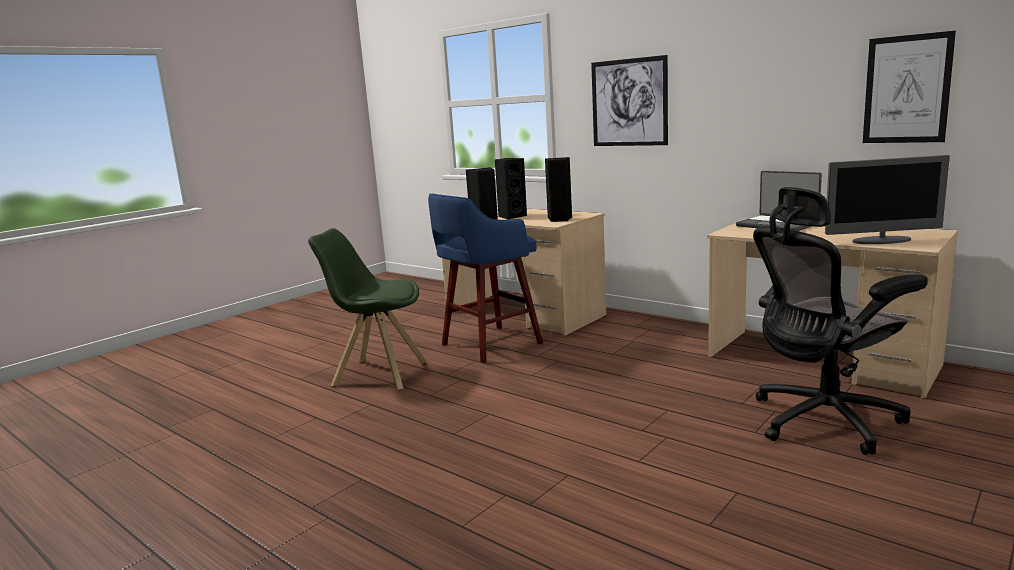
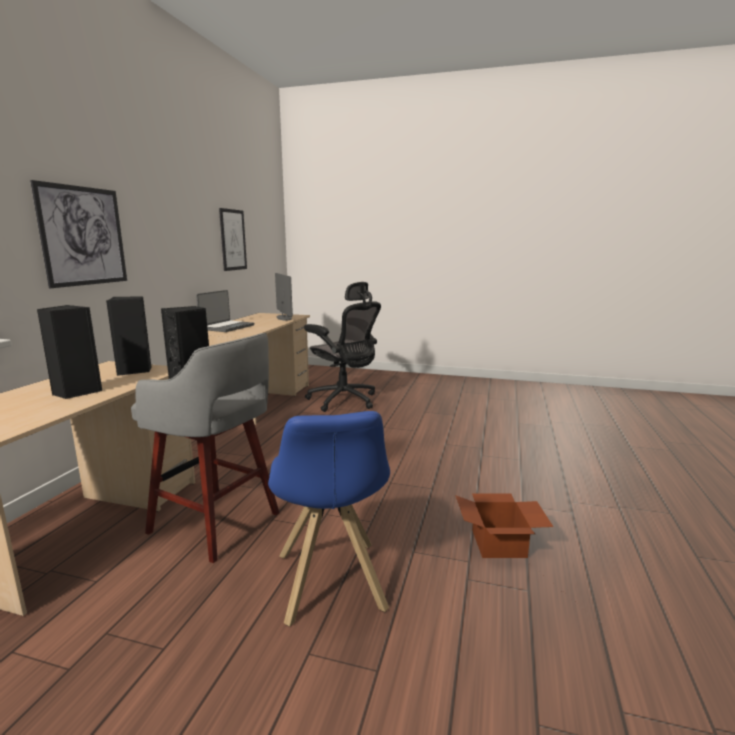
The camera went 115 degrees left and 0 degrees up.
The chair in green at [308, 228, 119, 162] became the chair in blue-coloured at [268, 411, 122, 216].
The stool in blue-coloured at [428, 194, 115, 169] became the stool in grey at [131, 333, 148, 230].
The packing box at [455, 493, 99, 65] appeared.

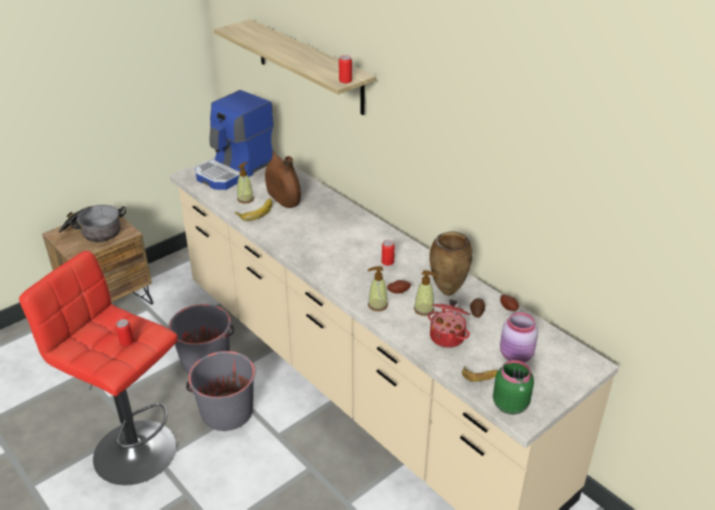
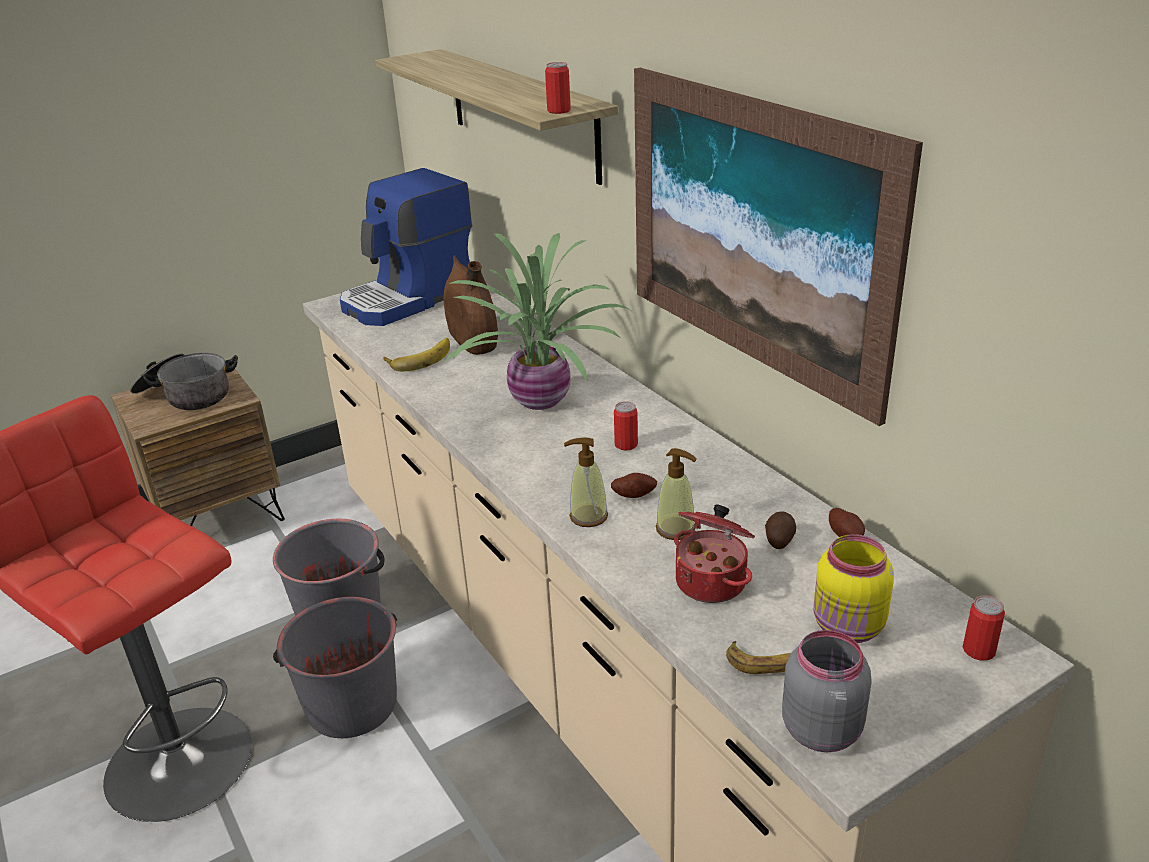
The camera went 10 degrees right and 5 degrees down.
The sealed can moved from [116, 319, 18, 28] to [963, 595, 42, 66].
The soap dispenser at [237, 162, 17, 41] disappeared.
The flower vase in brown-coloured at [429, 231, 44, 65] disappeared.
The preserve jar in green at [493, 360, 41, 55] became the preserve jar in grey at [782, 630, 90, 122].
The preserve jar in pink at [500, 312, 38, 50] became the preserve jar in yellow-coloured at [813, 534, 81, 109].
The plant in a pot at [444, 233, 187, 177] appeared.
The picture at [634, 68, 289, 358] appeared.

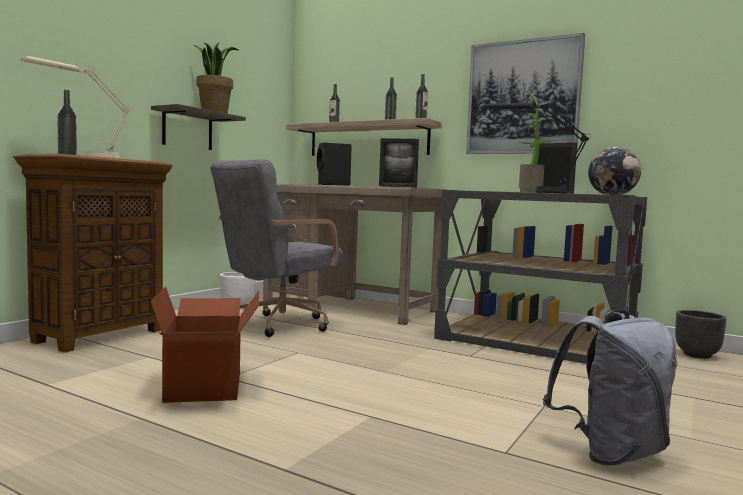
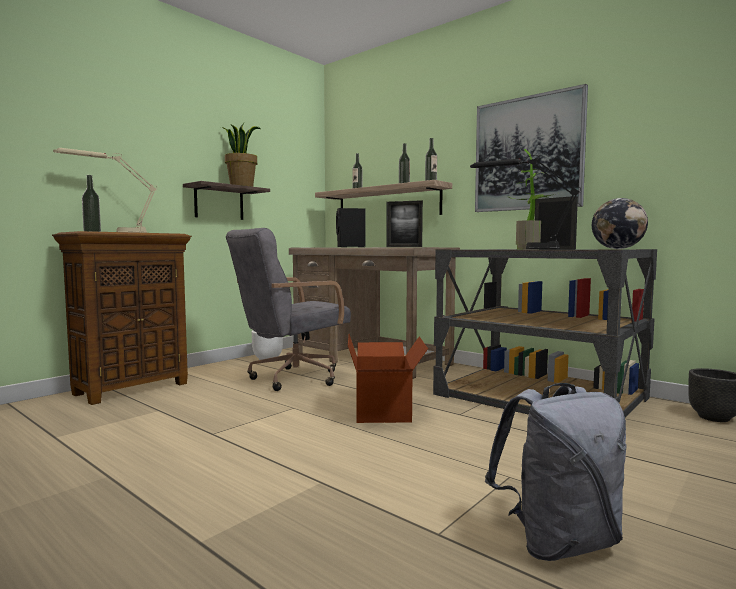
The camera went 10 degrees right and 0 degrees up.
The packing box moved from [151, 287, 108, 116] to [348, 334, 80, 89].

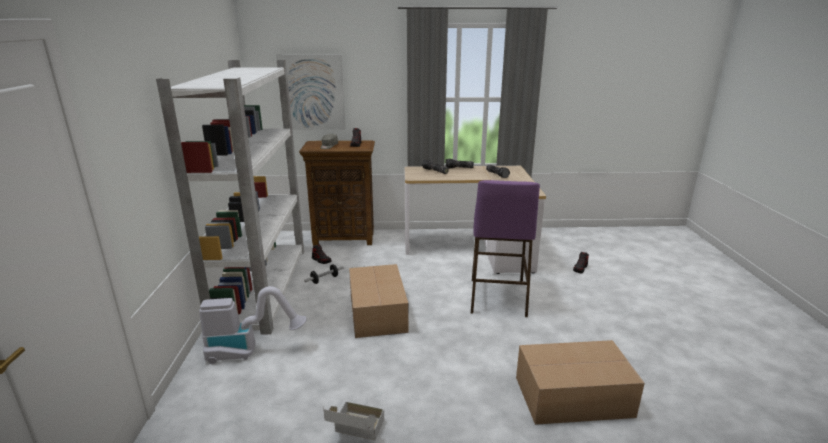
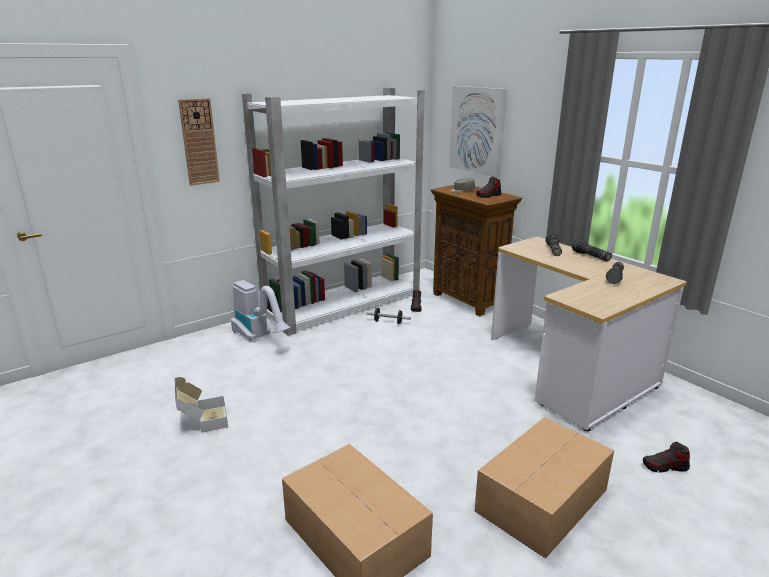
The camera went 55 degrees right and 0 degrees up.
The packing box moved from [349, 264, 60, 74] to [475, 417, 139, 142].
The stool in purplish at [471, 180, 69, 137] disappeared.
The clock on the wall at [178, 98, 42, 88] appeared.

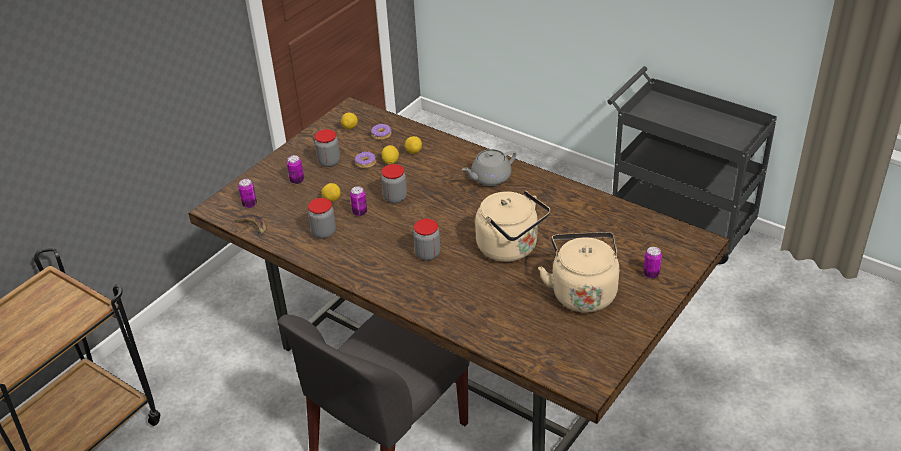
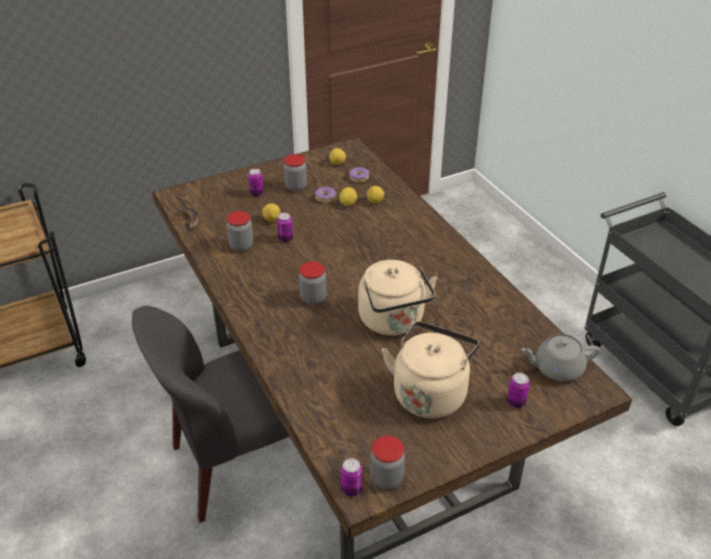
The camera went 25 degrees right and 0 degrees up.
The sealed can moved from [238, 179, 19, 29] to [341, 458, 21, 39].
The preserve jar moved from [381, 164, 26, 40] to [370, 436, 35, 53].
The pot for tea in grey moved from [462, 149, 55, 37] to [521, 334, 79, 47].

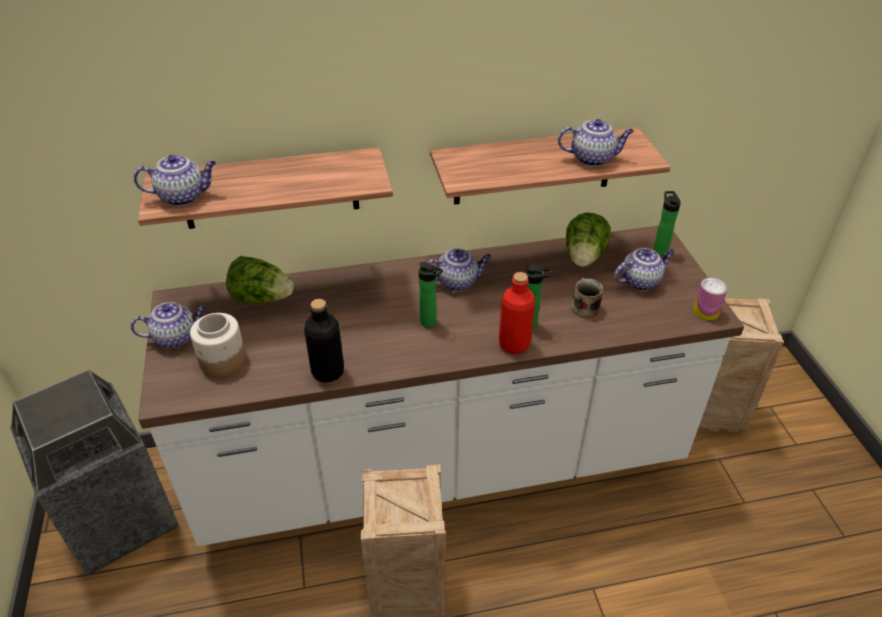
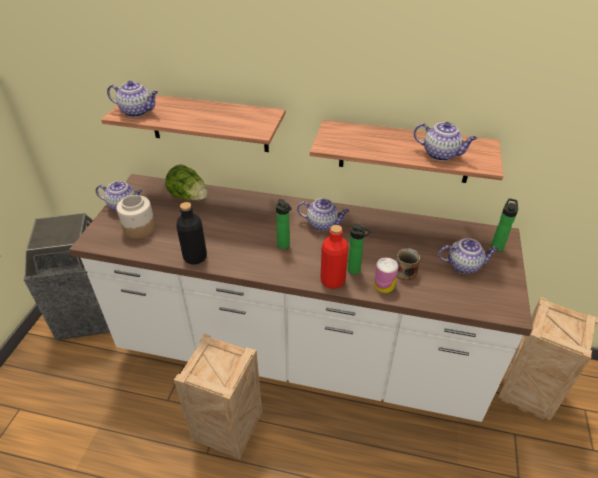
The camera went 25 degrees right and 0 degrees up.
The head of lettuce at [566, 213, 45, 54] disappeared.
The sealed can moved from [693, 278, 35, 42] to [374, 258, 25, 35].

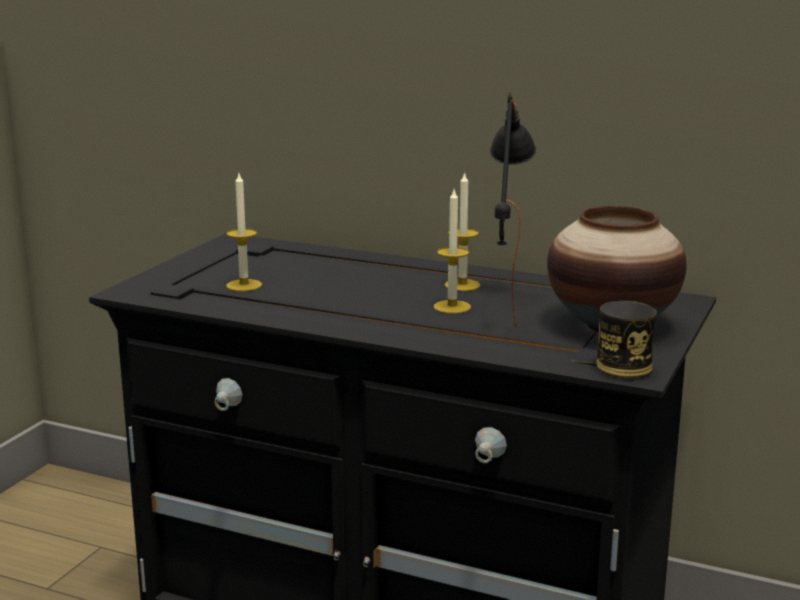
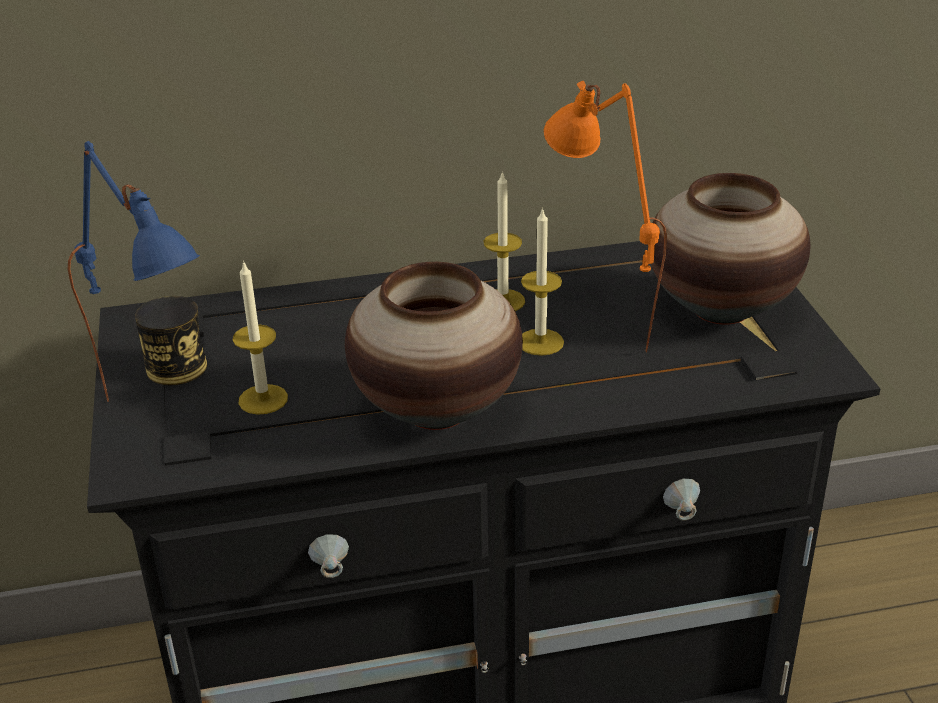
The camera went 35 degrees left and 15 degrees up.
The lamp for a table in black at [490, 92, 46, 237] became the lamp for a table in orangey at [544, 81, 123, 272].
The sealed can moved from [596, 301, 61, 77] to [135, 296, 72, 90].
The lamp for a table in blue-coloured at [68, 141, 132, 261] appeared.
The flower vase at [345, 262, 178, 168] appeared.

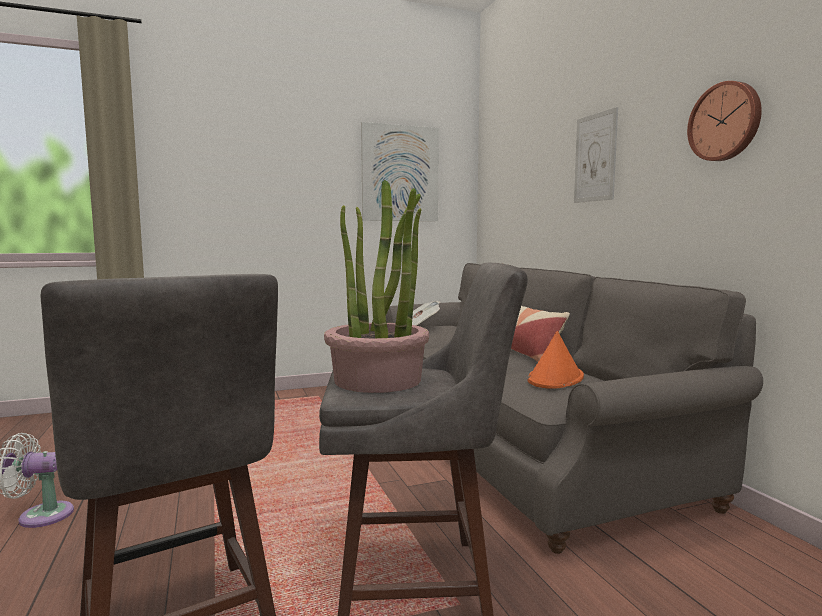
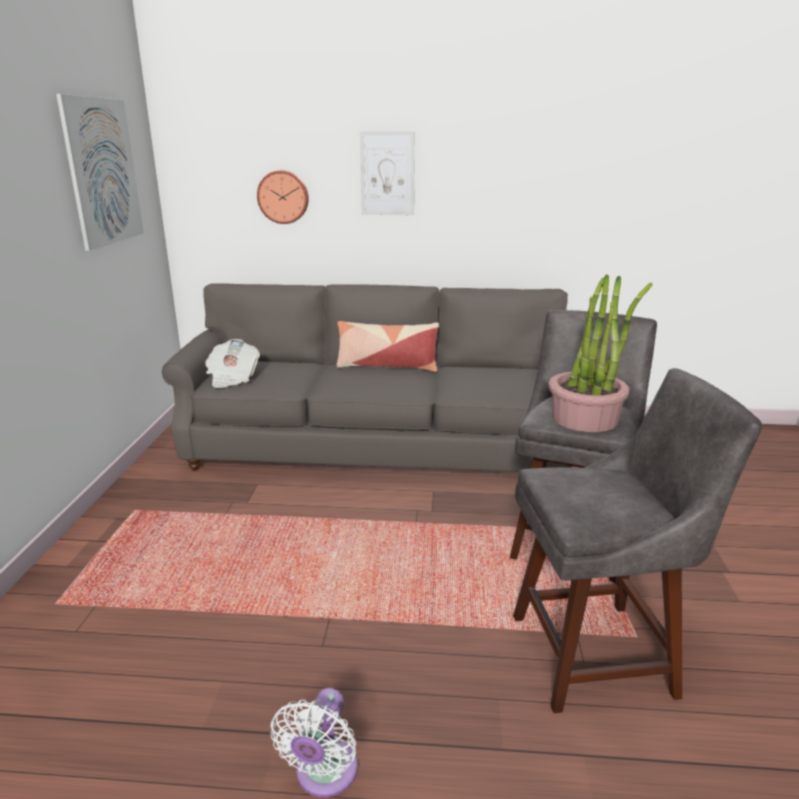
The camera went 65 degrees left and 15 degrees up.
The clothing hat in orangey at [527, 331, 57, 58] disappeared.
The clock on the wall moved from [687, 81, 75, 80] to [257, 170, 52, 54].

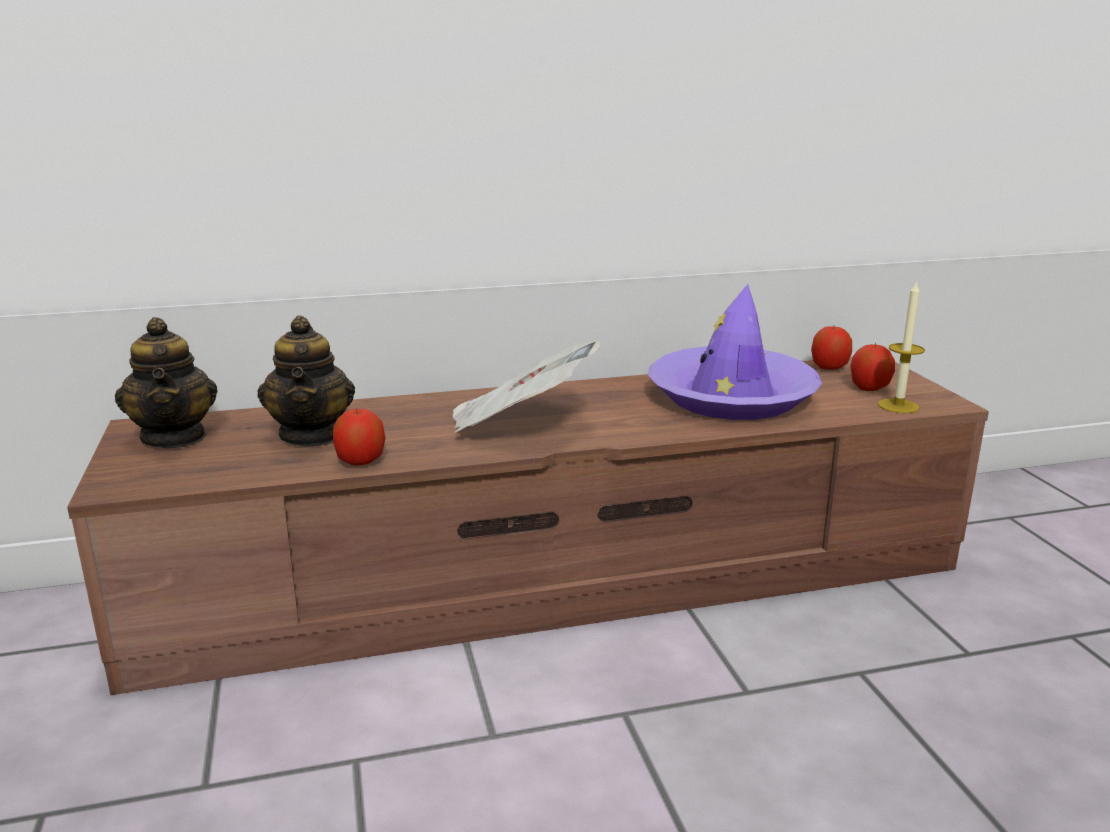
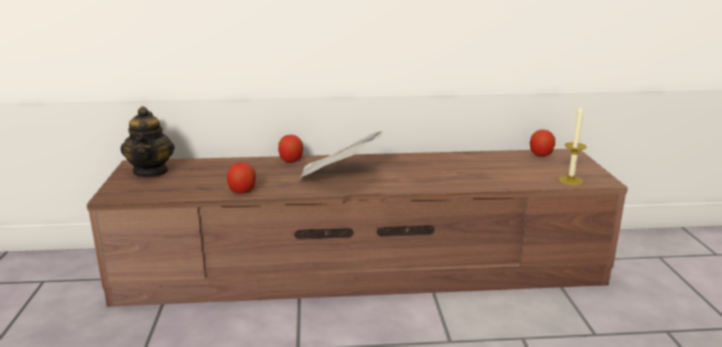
The camera went 10 degrees right and 0 degrees up.
The pot for tea at [258, 315, 97, 131] disappeared.
The clothing hat in purplish at [648, 284, 174, 136] disappeared.
The apple fruit moved from [850, 343, 45, 48] to [278, 135, 25, 27].

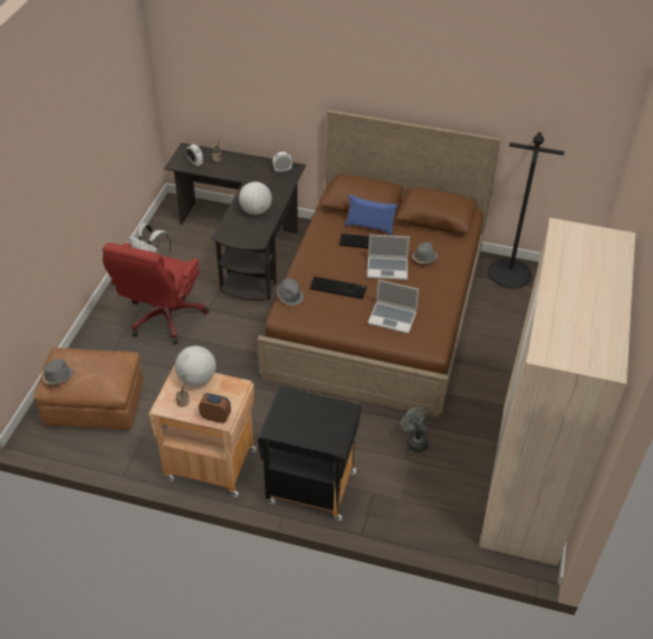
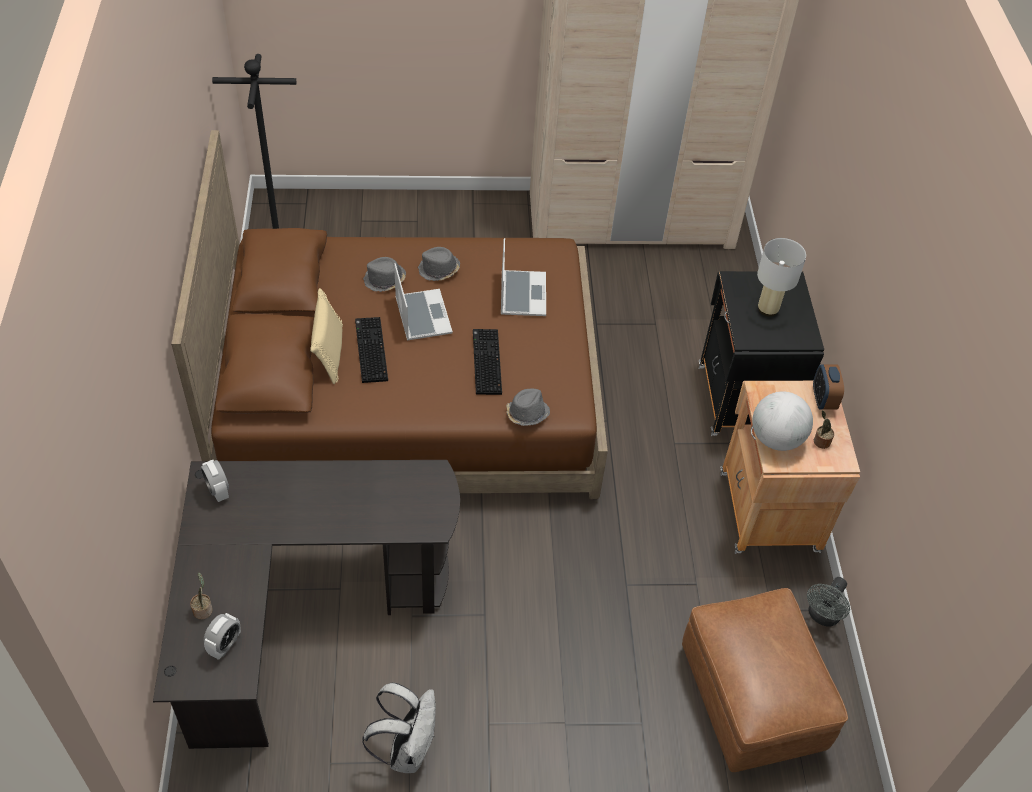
The camera went 110 degrees left and 5 degrees up.
The clothing hat in grey moved from [43, 359, 30, 26] to [418, 247, 42, 34].
The office chair in red-coloured at [103, 243, 106, 101] disappeared.
The globe at [239, 182, 33, 33] disappeared.
The cushion in blue-coloured at [345, 194, 53, 41] became the cushion in beige at [310, 288, 33, 96].
The fan in grey moved from [401, 407, 28, 45] to [807, 577, 43, 50].
The lamp for a table in whitish at [757, 238, 49, 79] appeared.

